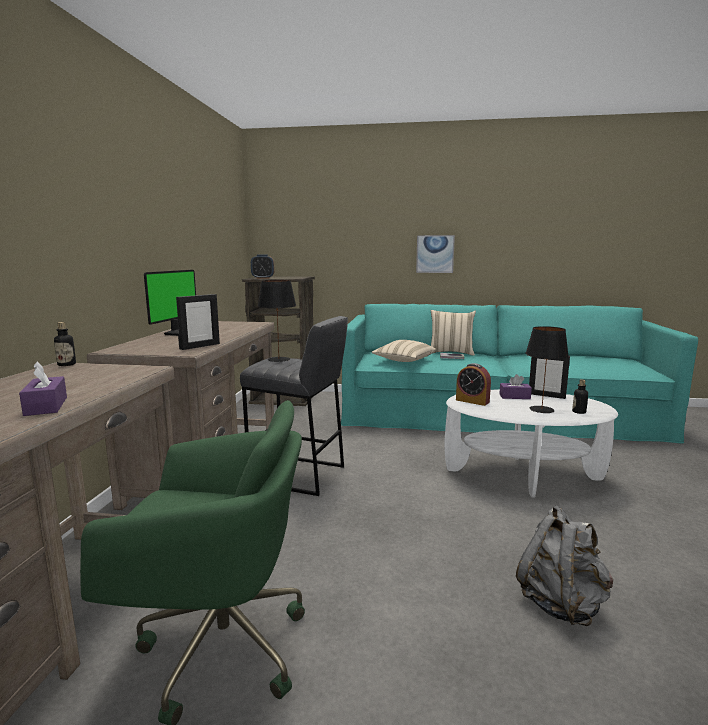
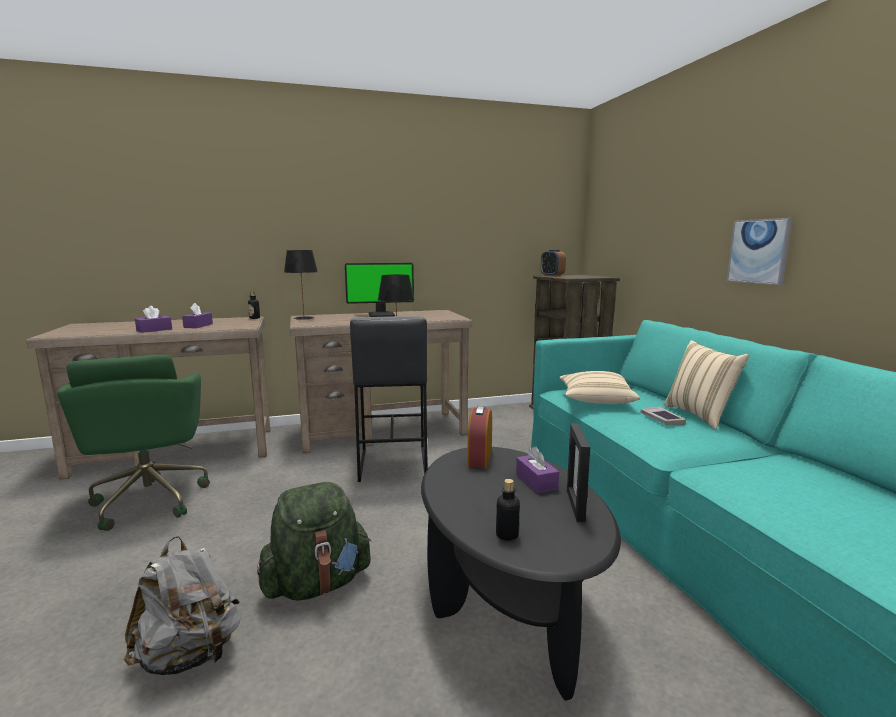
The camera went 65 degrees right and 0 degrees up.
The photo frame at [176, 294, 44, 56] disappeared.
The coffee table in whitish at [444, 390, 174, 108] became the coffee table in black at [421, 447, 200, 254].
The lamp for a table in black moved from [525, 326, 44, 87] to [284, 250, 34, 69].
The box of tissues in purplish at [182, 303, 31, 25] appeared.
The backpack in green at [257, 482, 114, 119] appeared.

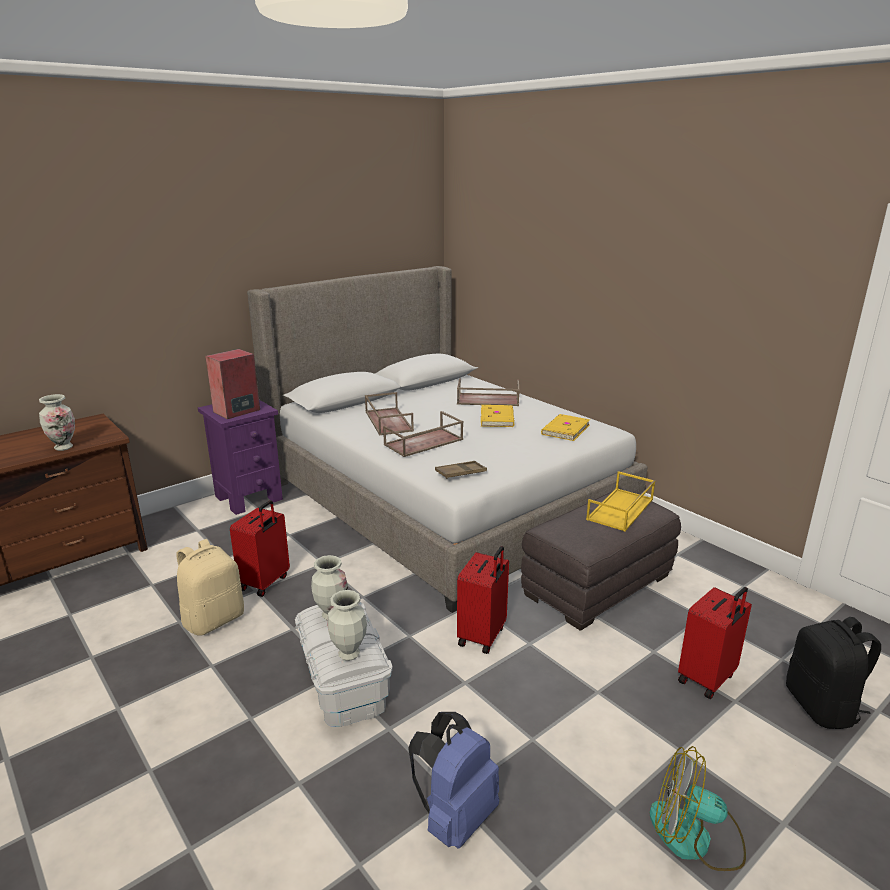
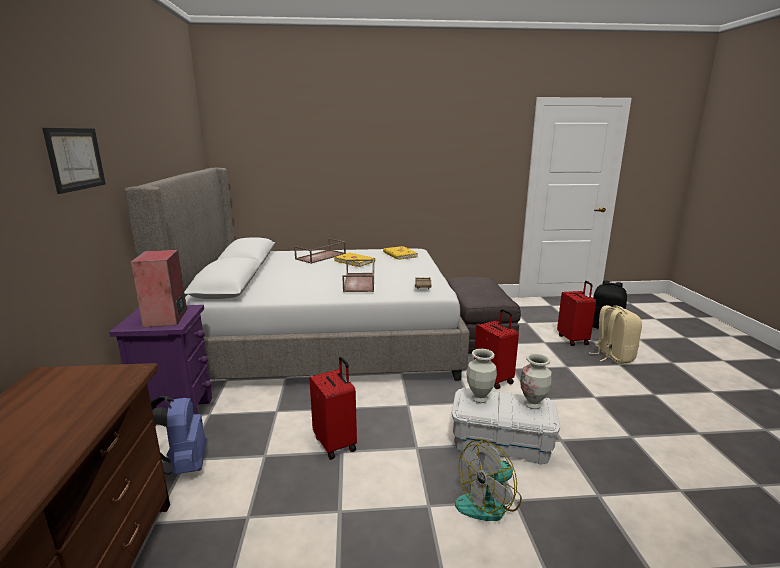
The camera went 55 degrees left and 5 degrees down.
The flower vase at [39, 394, 36, 57] disappeared.
The backpack in beige moved from [177, 539, 67, 97] to [589, 305, 53, 59].
The serving tray in brown-coloured at [365, 392, 49, 43] disappeared.
The backpack in blue-coloured moved from [408, 712, 91, 137] to [151, 396, 56, 79].
The serving tray in yellow-coloured at [586, 471, 69, 61] disappeared.
The fan moved from [650, 746, 96, 125] to [455, 439, 67, 82].
The picture at [42, 128, 64, 66] appeared.

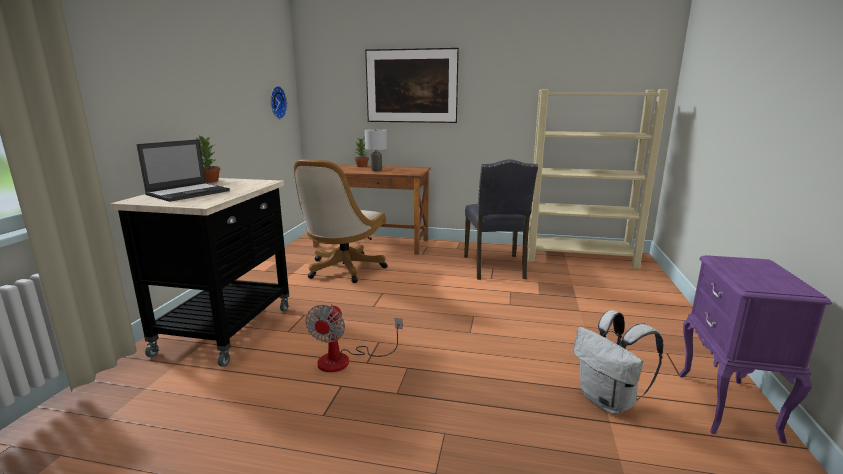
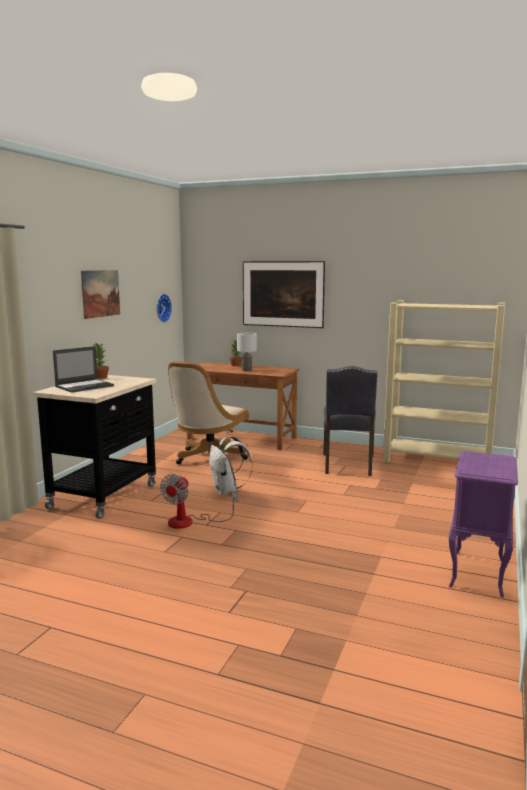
The camera went 10 degrees right and 5 degrees down.
The backpack in whitish moved from [573, 310, 90, 104] to [209, 436, 44, 59].
The picture at [81, 270, 39, 49] appeared.

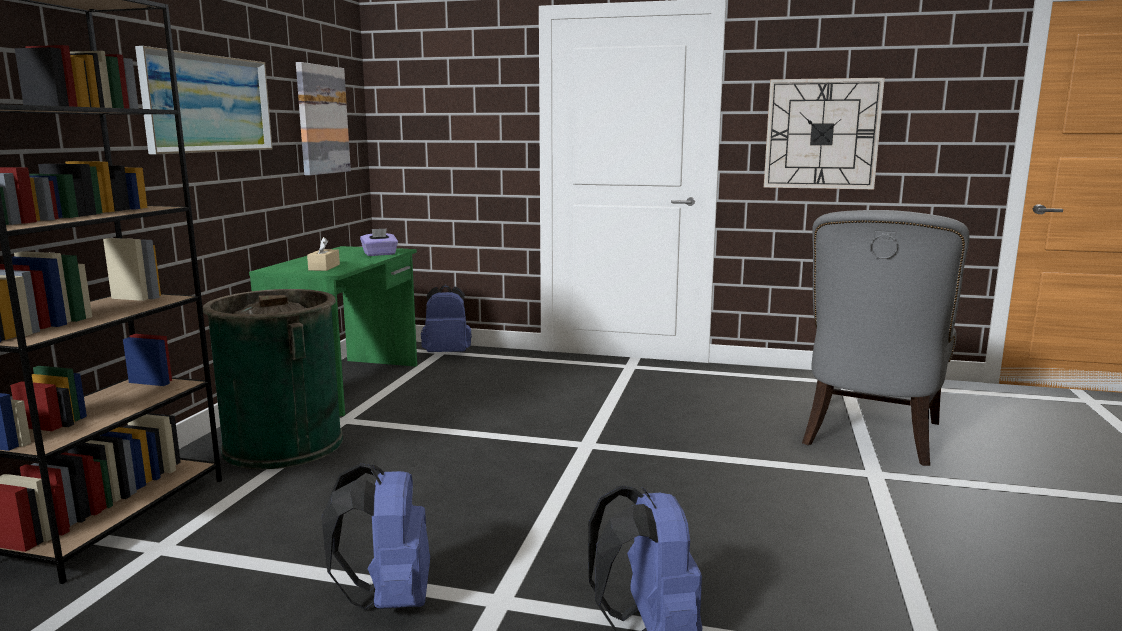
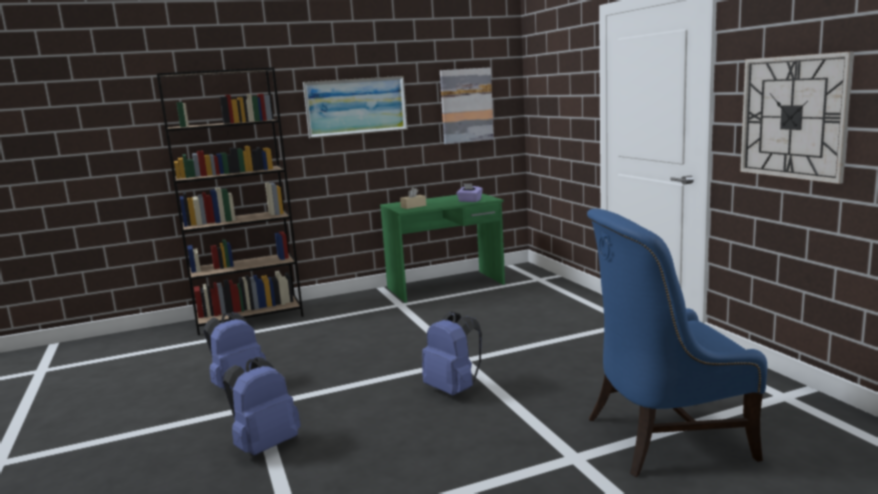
The camera went 55 degrees right and 0 degrees up.
The waste bin in green at [203, 289, 140, 180] disappeared.
The backpack in blue-coloured moved from [421, 285, 51, 67] to [422, 312, 60, 84].
The chair in grey at [802, 210, 167, 256] became the chair in blue-coloured at [587, 209, 180, 268].

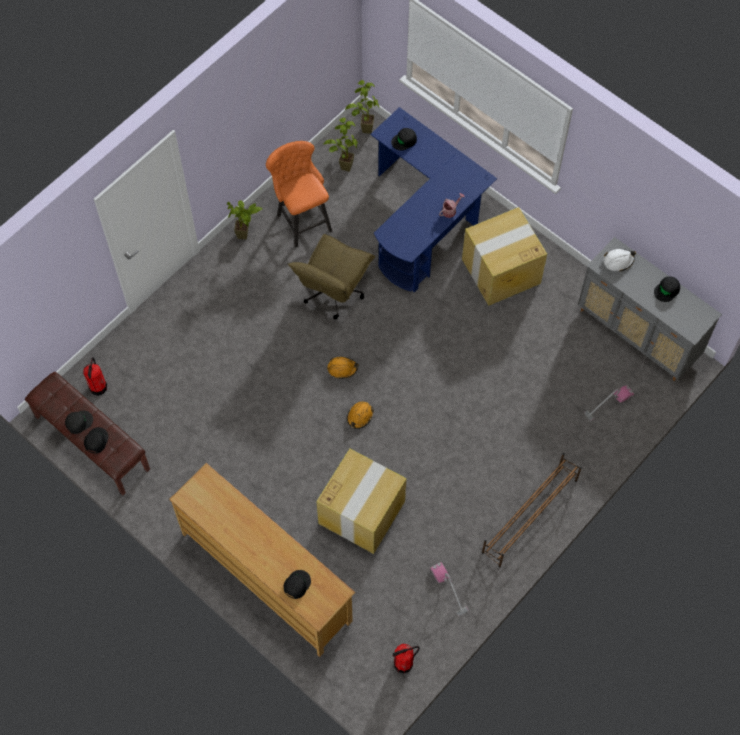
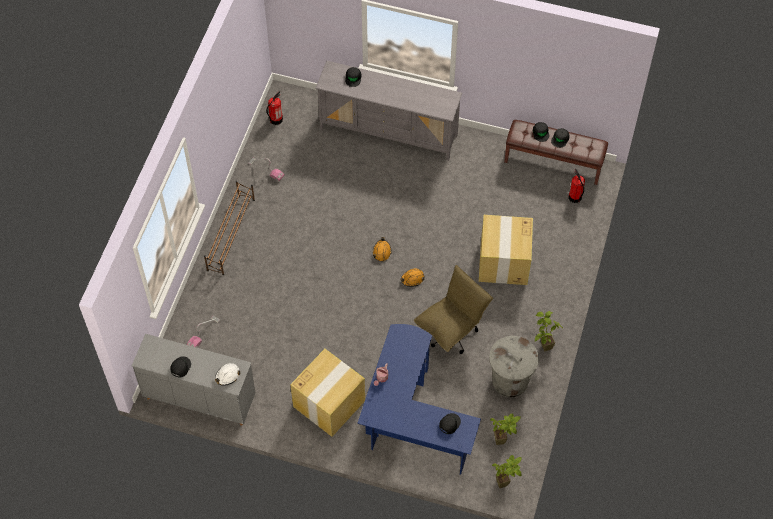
The camera went 155 degrees right and 5 degrees down.
The chest of drawers in brown-coloured at [169, 463, 186, 194] became the chest of drawers in grey at [315, 61, 147, 100].
The stool in orangey at [266, 141, 66, 107] was replaced by the waste bin in grey at [489, 336, 50, 61].
The office chair in beige at [288, 234, 87, 85] turned 45 degrees clockwise.
The packing box moved from [316, 449, 91, 105] to [479, 215, 54, 70].

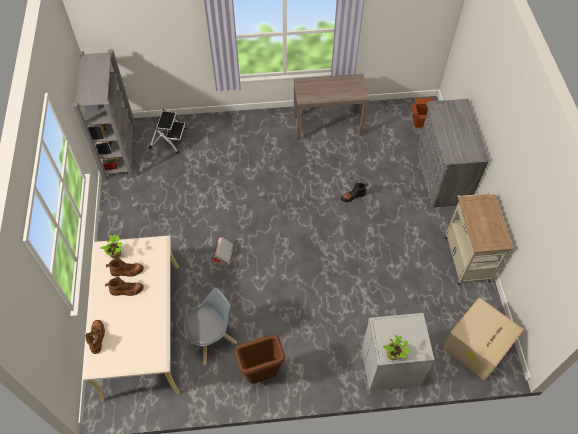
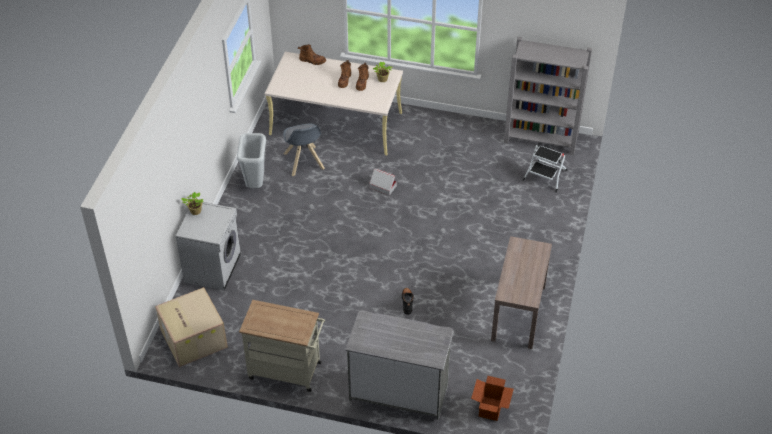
The camera went 110 degrees right and 10 degrees down.
The waste bin in brown-coloured at [235, 334, 50, 50] became the waste bin in grey at [237, 133, 29, 55].

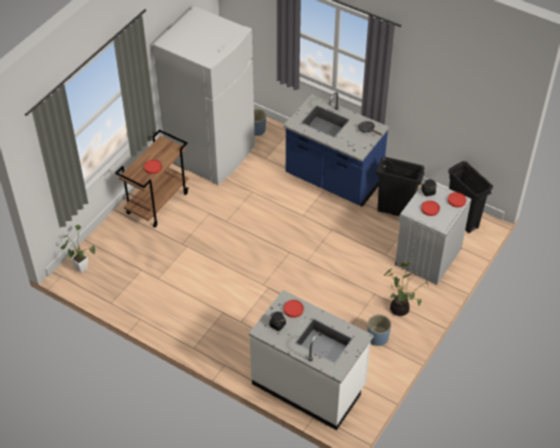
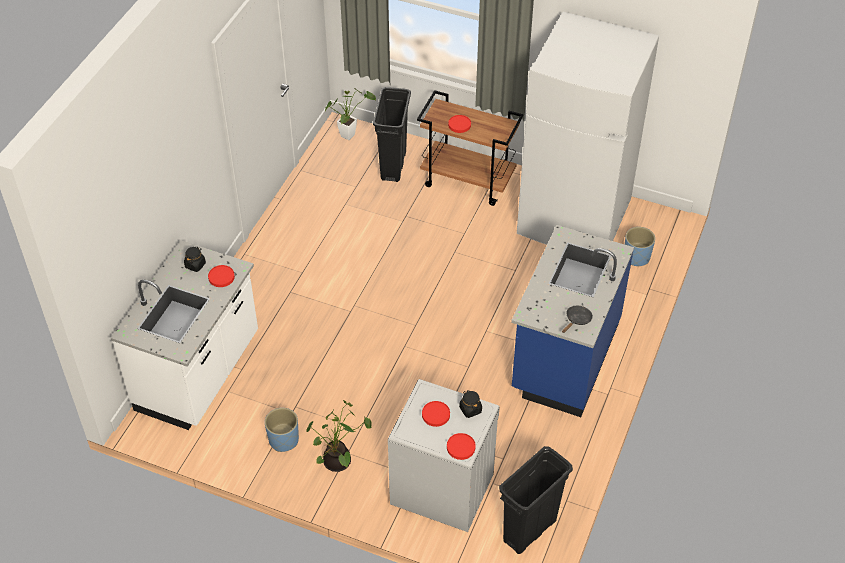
The camera went 80 degrees right and 0 degrees up.
The waste bin in black moved from [376, 156, 48, 60] to [373, 87, 38, 95].

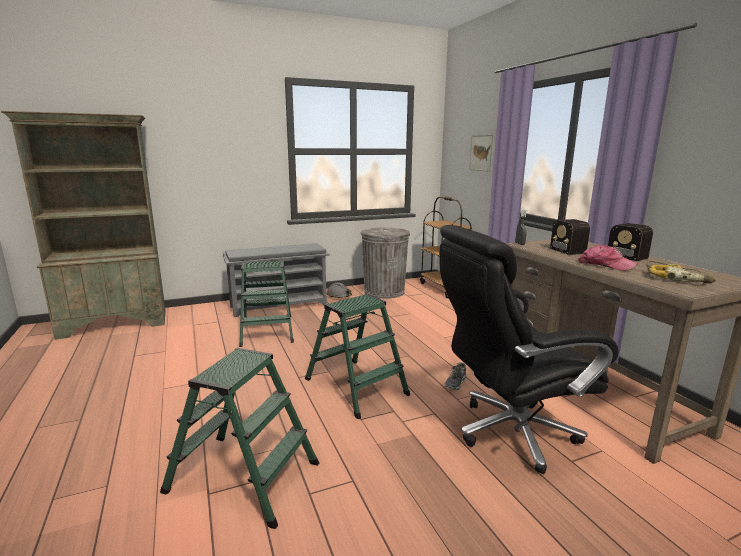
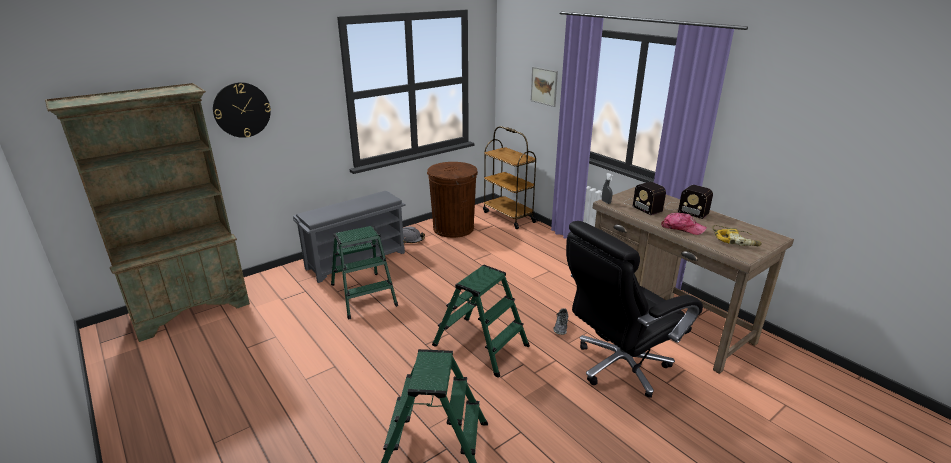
The camera went 15 degrees left and 10 degrees up.
The waste bin in grey at [360, 227, 50, 72] became the waste bin in brown-coloured at [427, 162, 51, 76].
The clock on the wall at [213, 82, 58, 56] appeared.

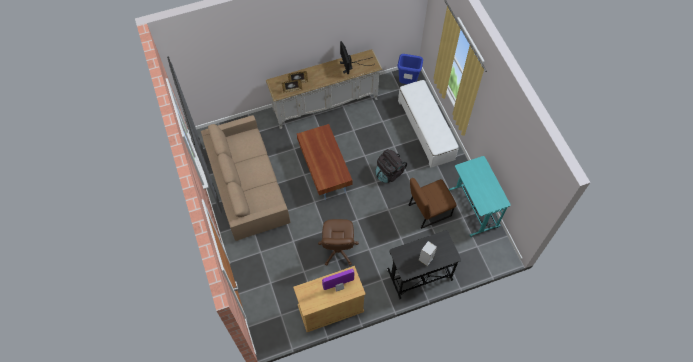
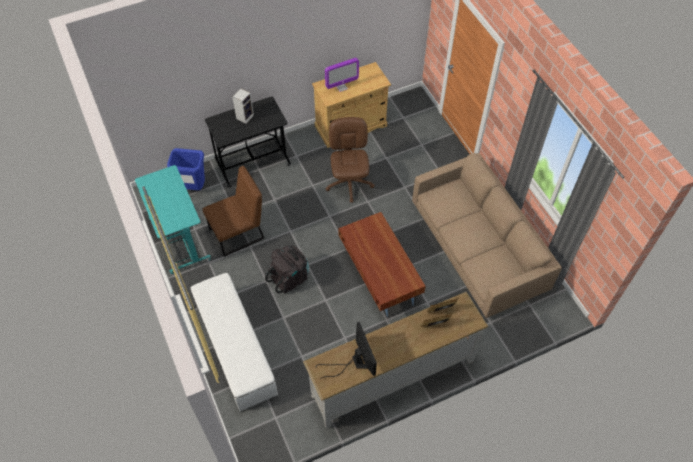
The camera went 175 degrees right and 5 degrees down.
The waste bin in blue-coloured moved from [397, 54, 26, 30] to [167, 148, 38, 42].

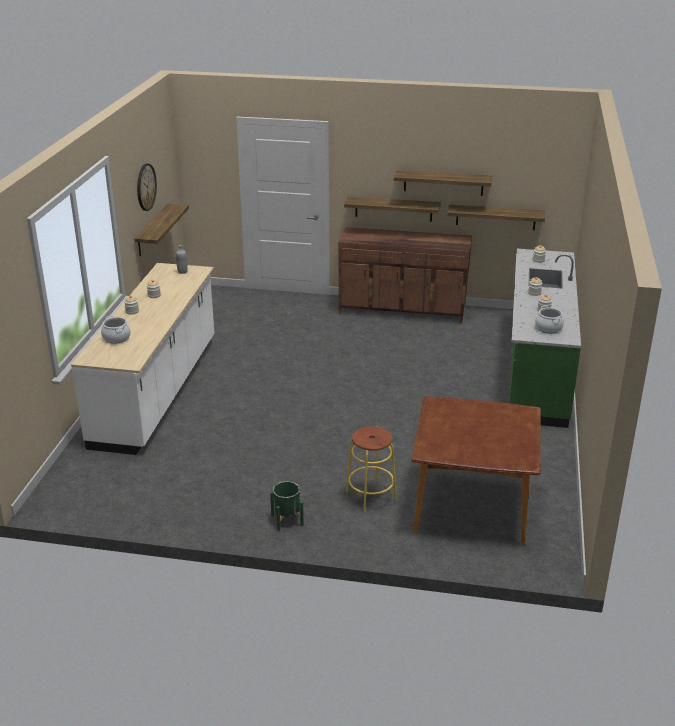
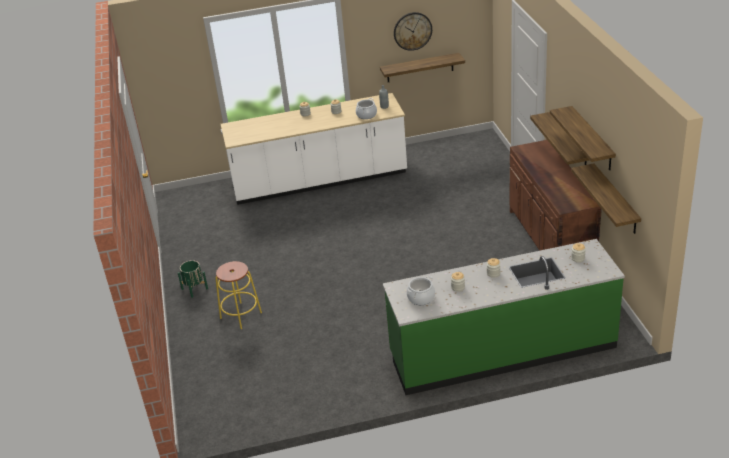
The camera went 70 degrees right and 5 degrees up.
The stockpot moved from [101, 316, 30, 28] to [356, 98, 21, 21].
The dinner table in brown-coloured at [411, 396, 130, 149] disappeared.

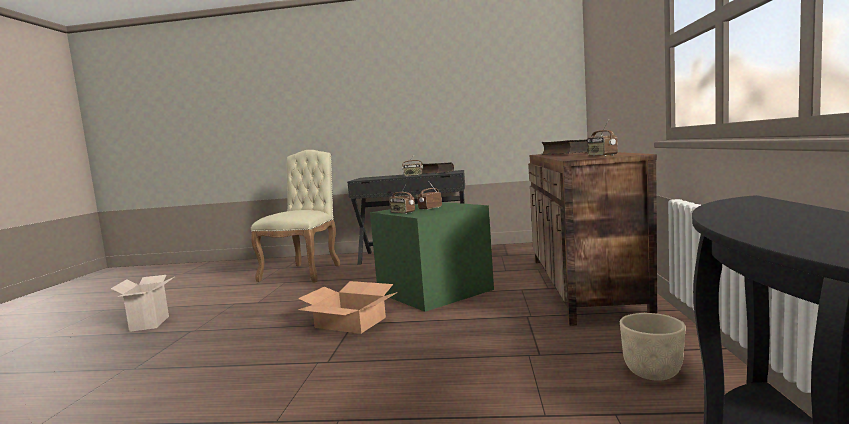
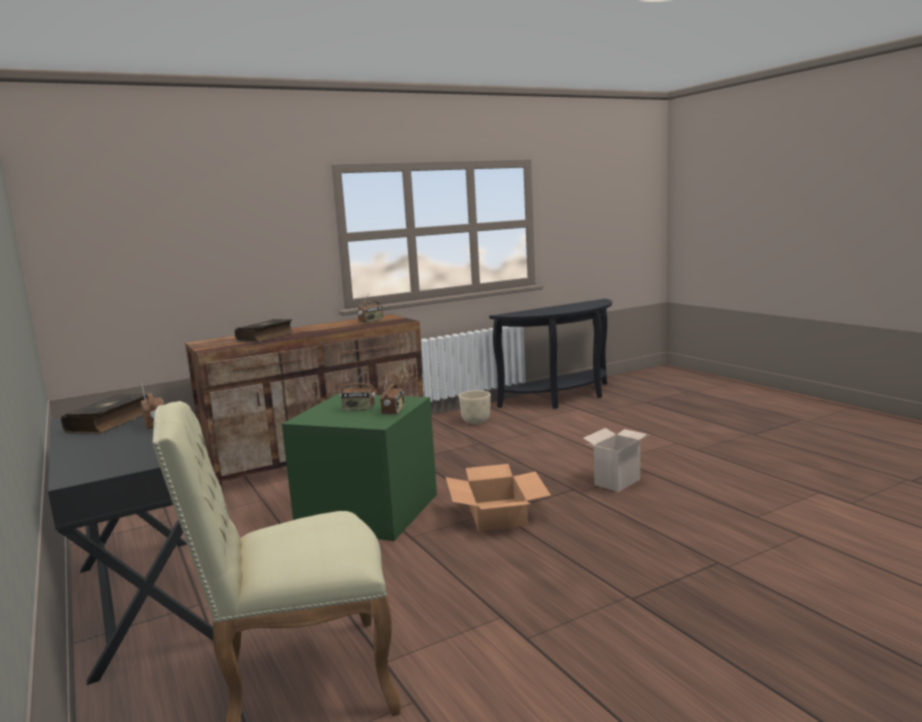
The camera went 125 degrees left and 5 degrees up.
The packing box moved from [111, 275, 63, 57] to [583, 428, 67, 64].

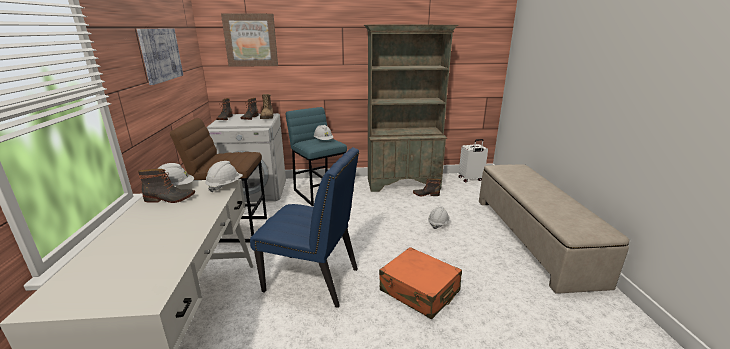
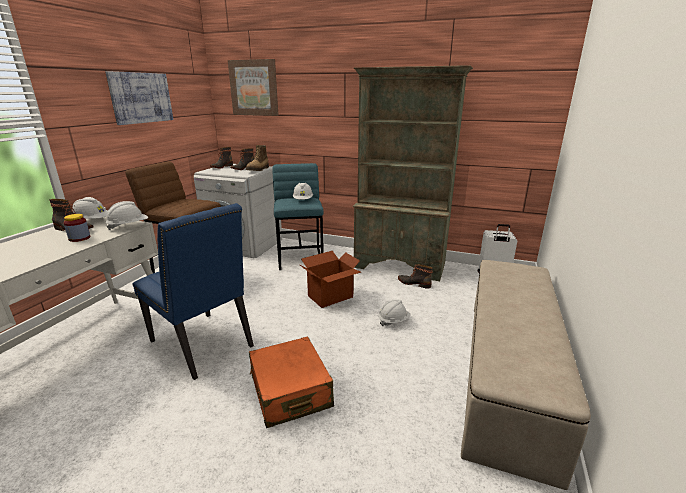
The camera went 25 degrees right and 0 degrees up.
The preserve jar at [64, 214, 26, 28] appeared.
The packing box at [300, 251, 61, 57] appeared.

